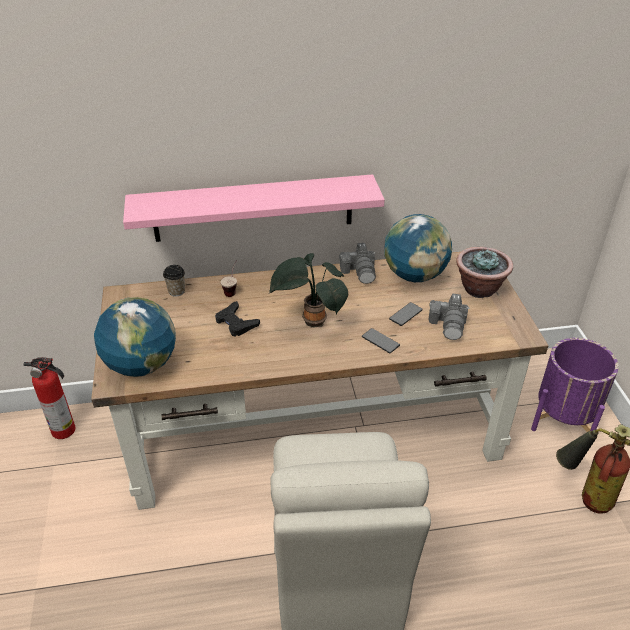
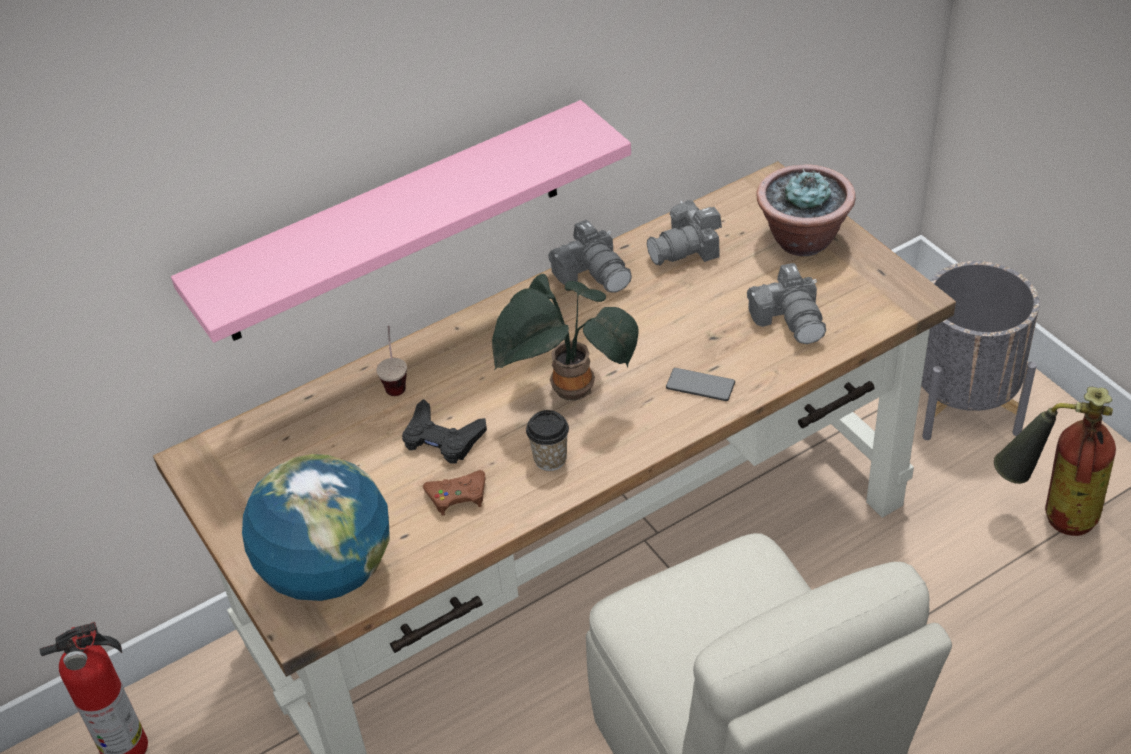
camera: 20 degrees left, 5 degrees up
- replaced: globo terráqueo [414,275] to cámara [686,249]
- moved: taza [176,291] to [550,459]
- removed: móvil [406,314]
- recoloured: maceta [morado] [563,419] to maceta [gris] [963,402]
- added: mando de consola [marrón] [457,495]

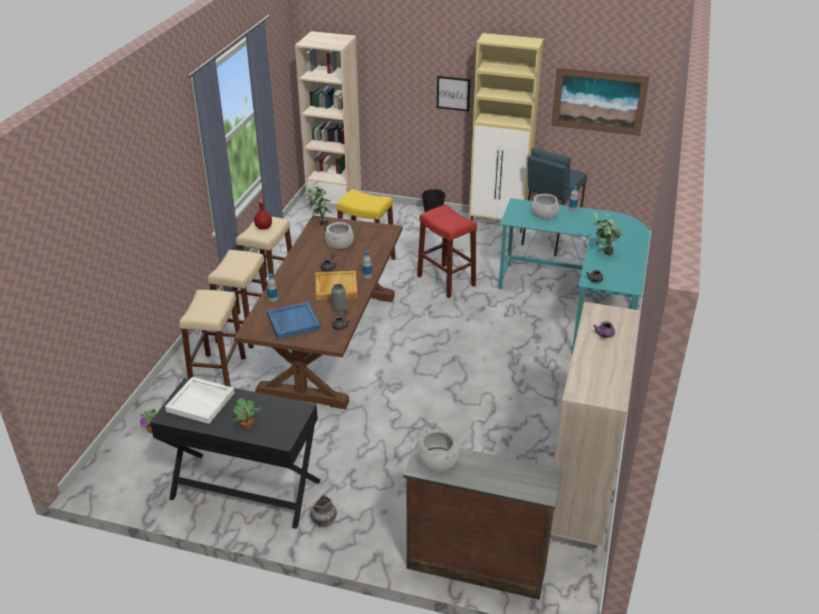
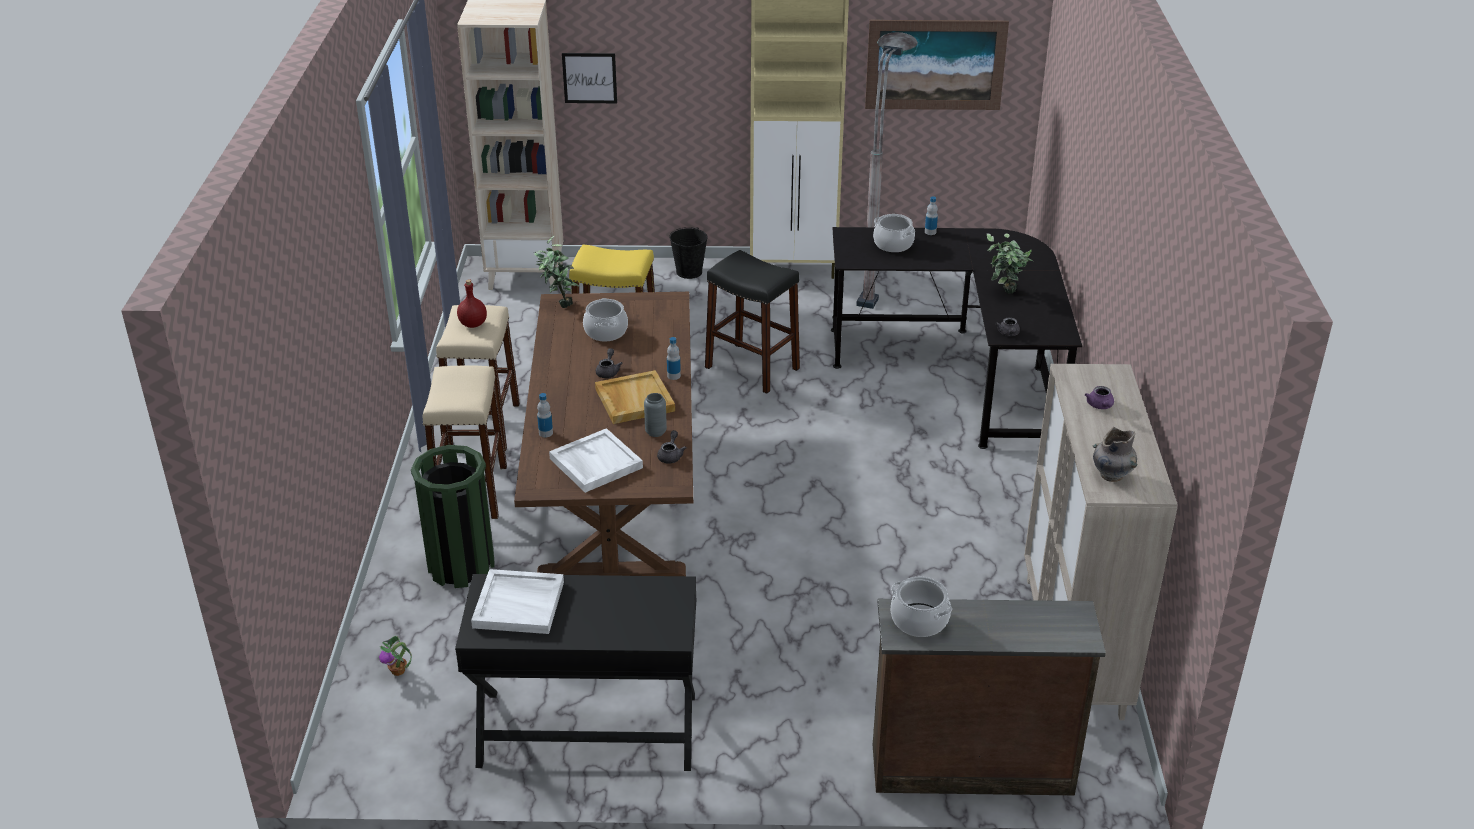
camera: 15 degrees left, 0 degrees up
- moved: cuadro [453,93] to [589,78]
- replaced: taburete [azul] [549,240] to lámpara de pie [gris] [878,283]
- recoloured: escritorio [turquesa] [579,303] to escritorio [negro] [961,372]
- recoloured: taburete [rojo] [446,280] to taburete [negro] [752,368]
- replaced: taburete [beis] [218,373] to papelera [verde] [461,565]
- recoloured: bandeja [azul] [293,322] to bandeja [blanco] [595,463]
- removed: planta en maceta [247,425]
- moved: florero [gris] [323,522] to [1111,475]

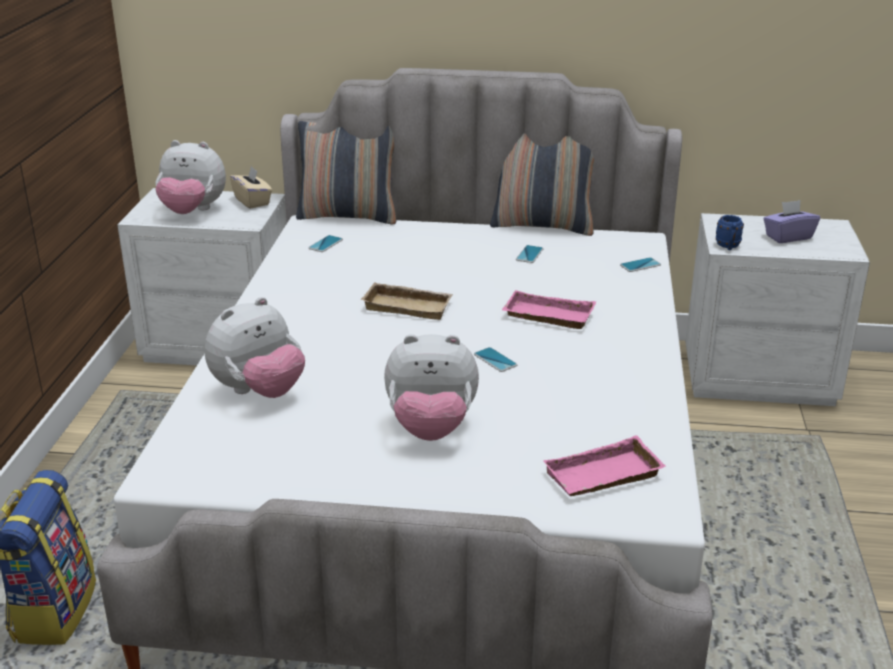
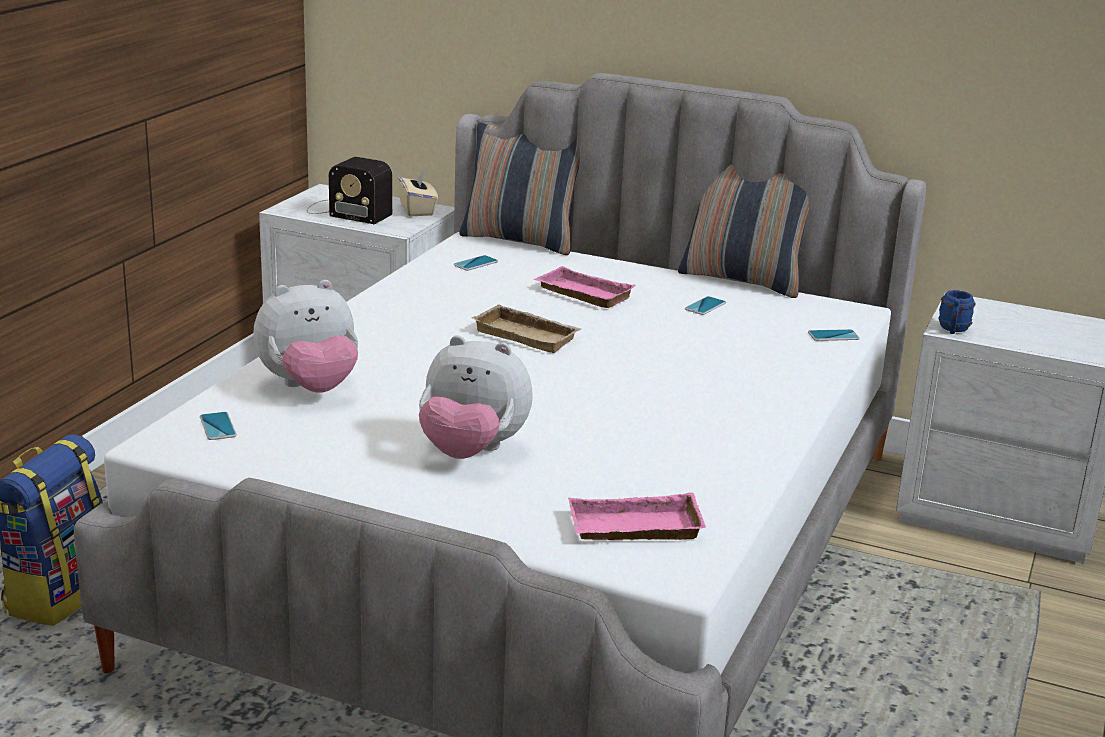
camera: 15 degrees right, 5 degrees down
- replaced: peluche [193,211] to radio [346,211]
- removed: caja de pañuelos [morado] [788,237]
- moved: bandeja [rosa] [546,317] to [581,294]
- moved: móvil [495,360] to [218,427]

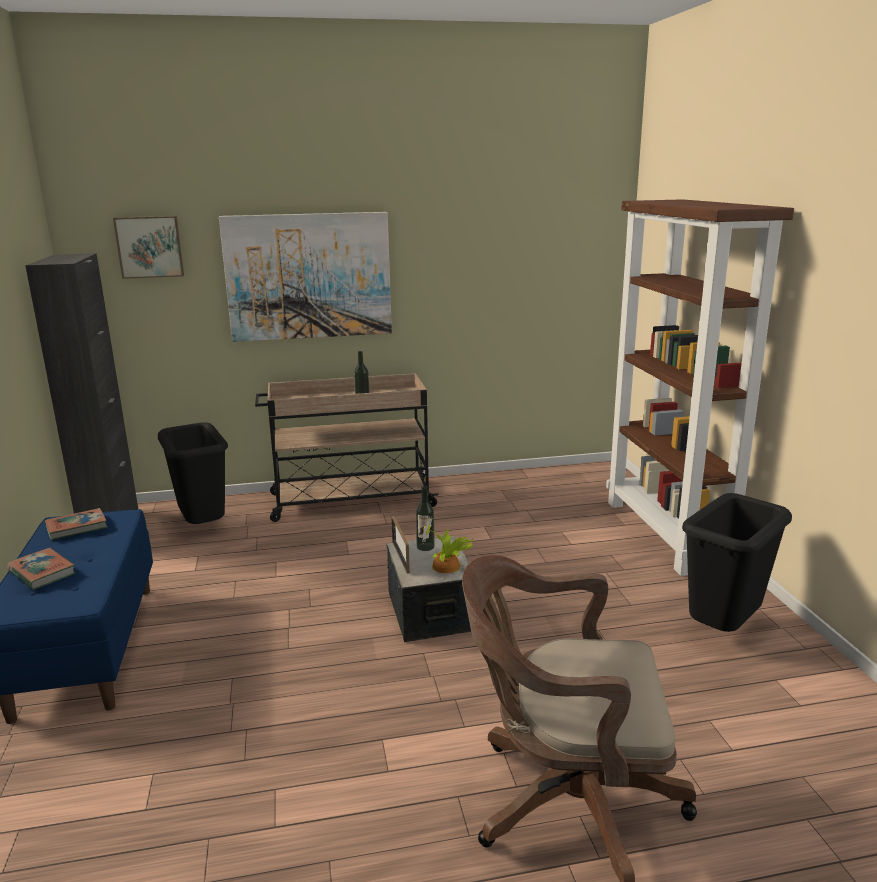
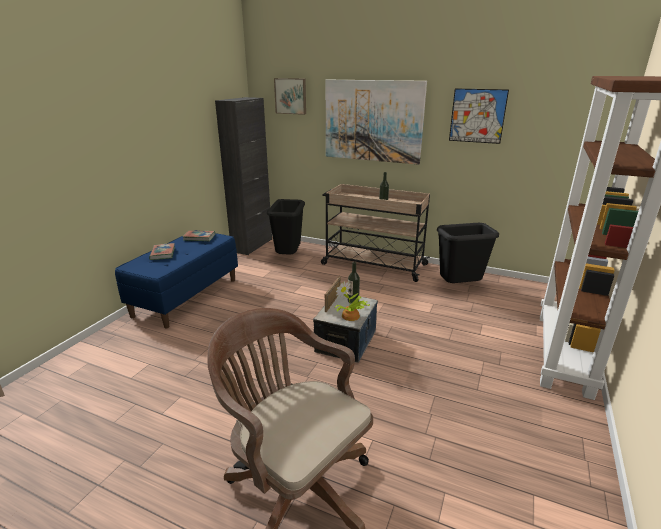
camera: 35 degrees right, 5 degrees up
- moved: papelera [negro] [723,630] to [459,287]
- added: cuadro [477,116]

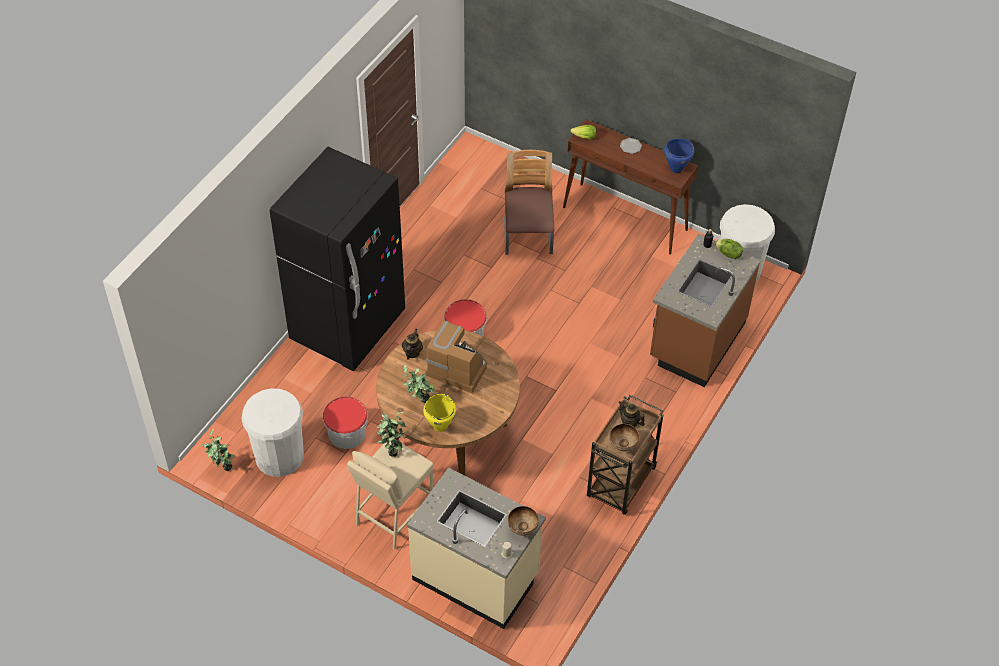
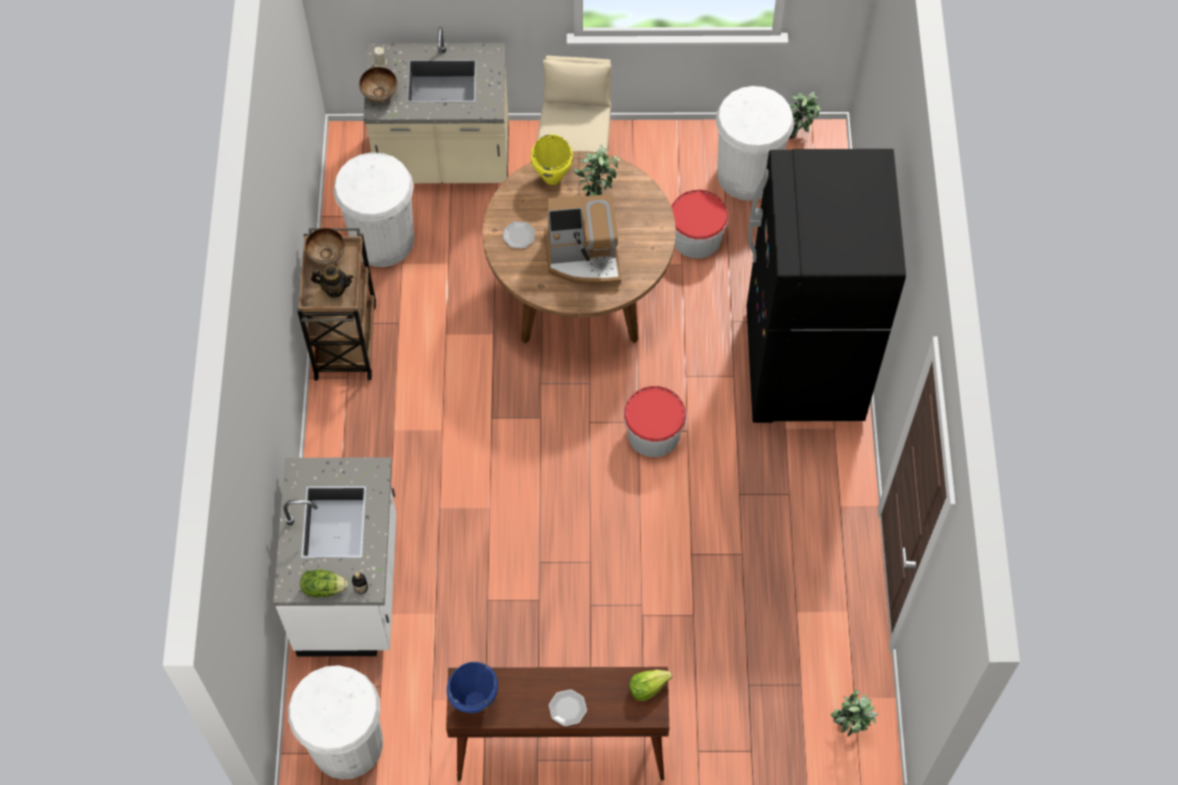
camera: 150 degrees right, 10 degrees up
- removed: silla [528,237]
- recoloured: mueble bajo de cocina [marrón] [696,341] to mueble bajo de cocina [blanco] [351,587]
- removed: tetera [412,352]
- moved: planta en maceta [392,449] to [849,727]
- added: papelera [blanco] [382,240]
- added: plato [519,236]

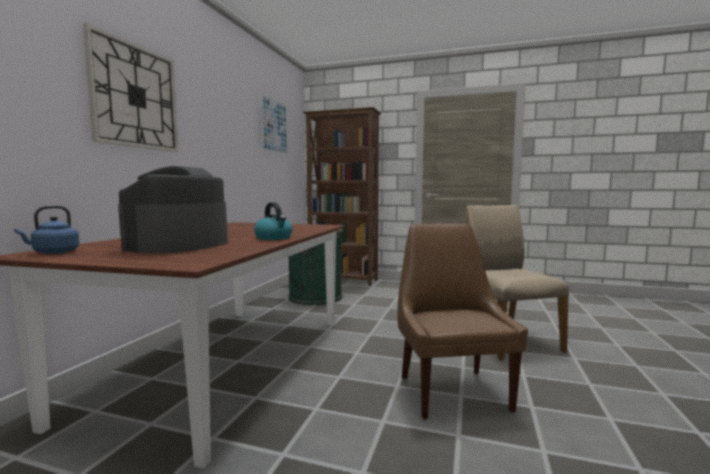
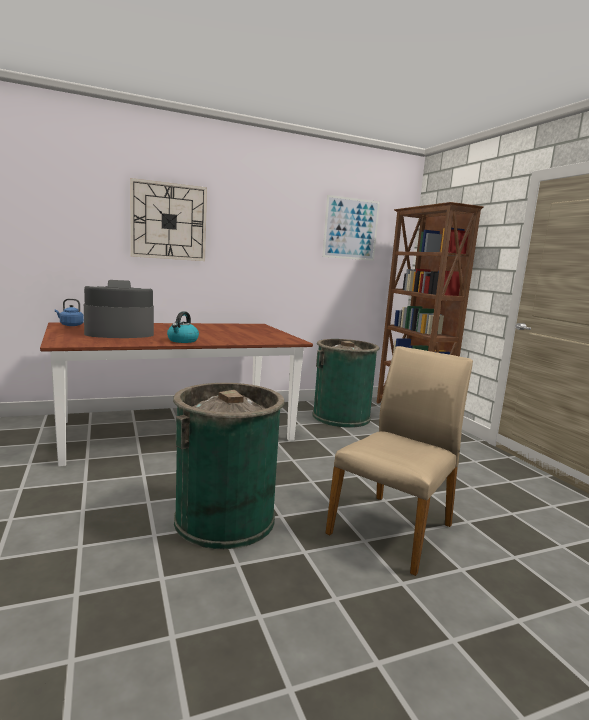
camera: 50 degrees right, 5 degrees up
- replaced: silla [marrón] [451,390] to papelera [verde] [225,519]

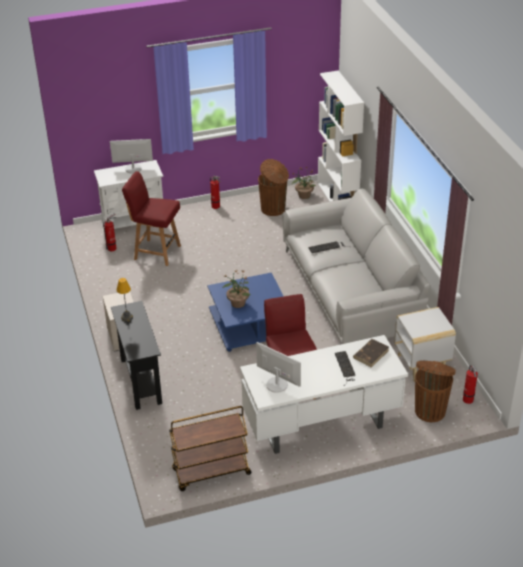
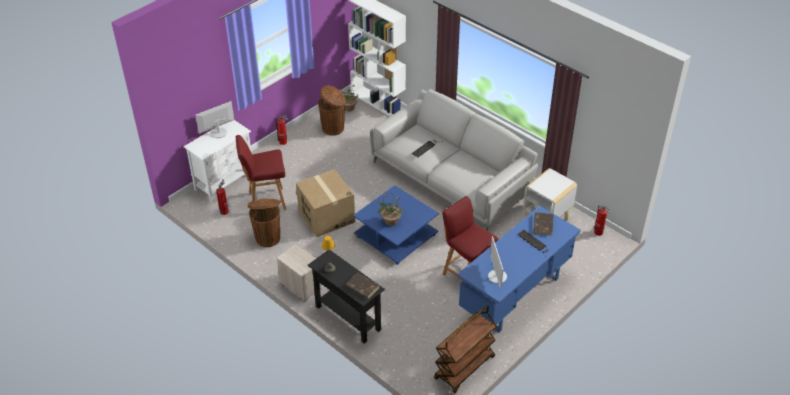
camera: 30 degrees left, 5 degrees up
- recoloured: escritorio [blanco] [321,426] to escritorio [azul] [515,296]
- turned: monitor [277,384] = [497,276] 105 degrees counterclockwise
- moved: papelera [marrón] [430,410] to [268,237]
- added: caja de cartón [326,216]
- added: libro [marrón] [362,287]

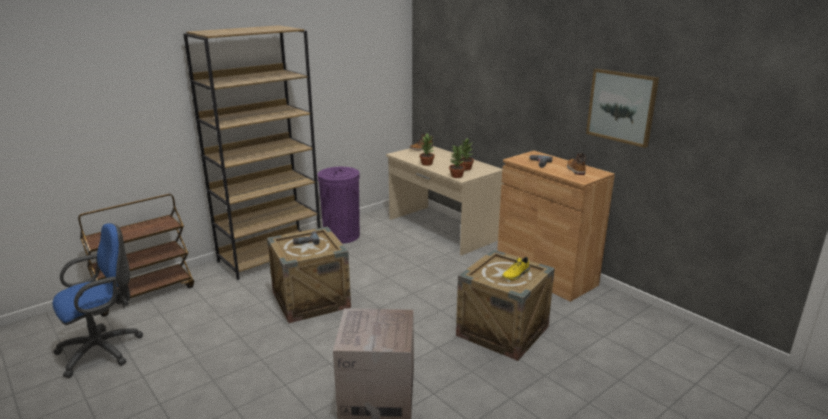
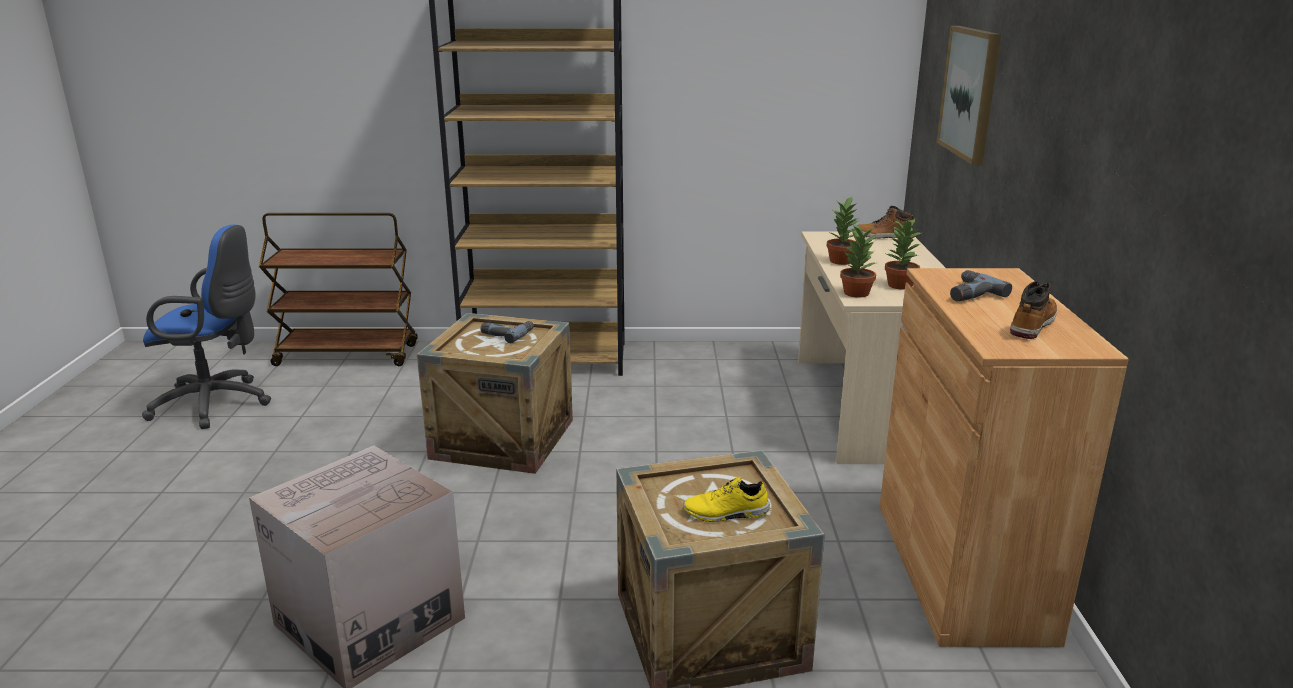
camera: 40 degrees right, 0 degrees up
- moved: cuadro [621,106] to [970,93]
- removed: papelera [morado] [342,235]

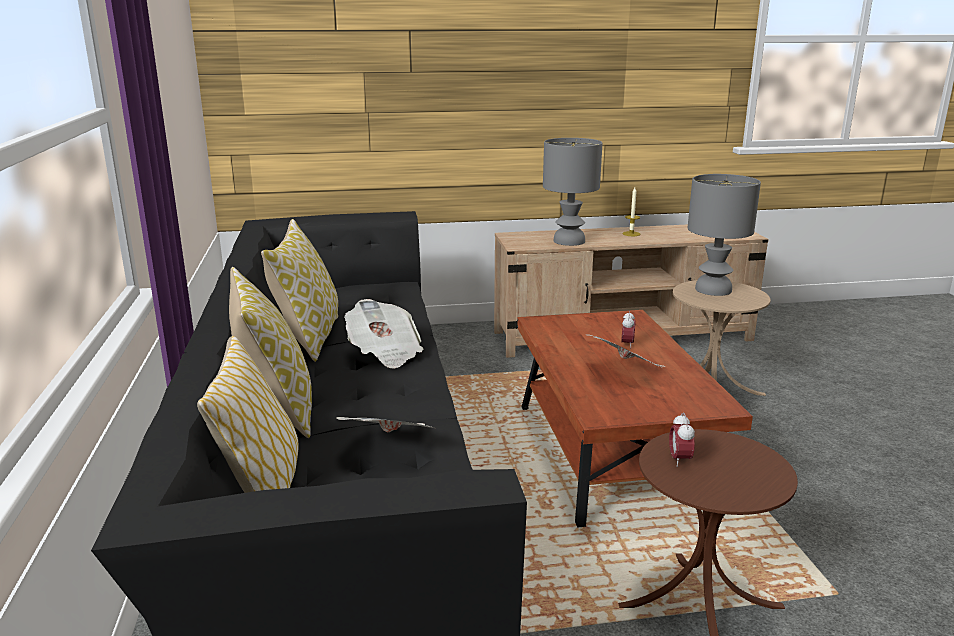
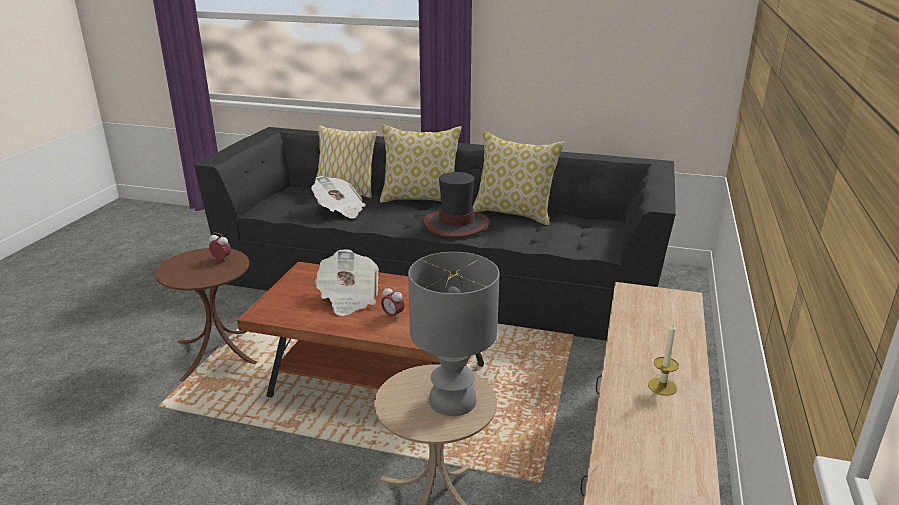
camera: 115 degrees right, 5 degrees up
- removed: lámpara de mesa [gris] [568,241]
- replaced: periódico [385,353] to sombrero [456,224]

